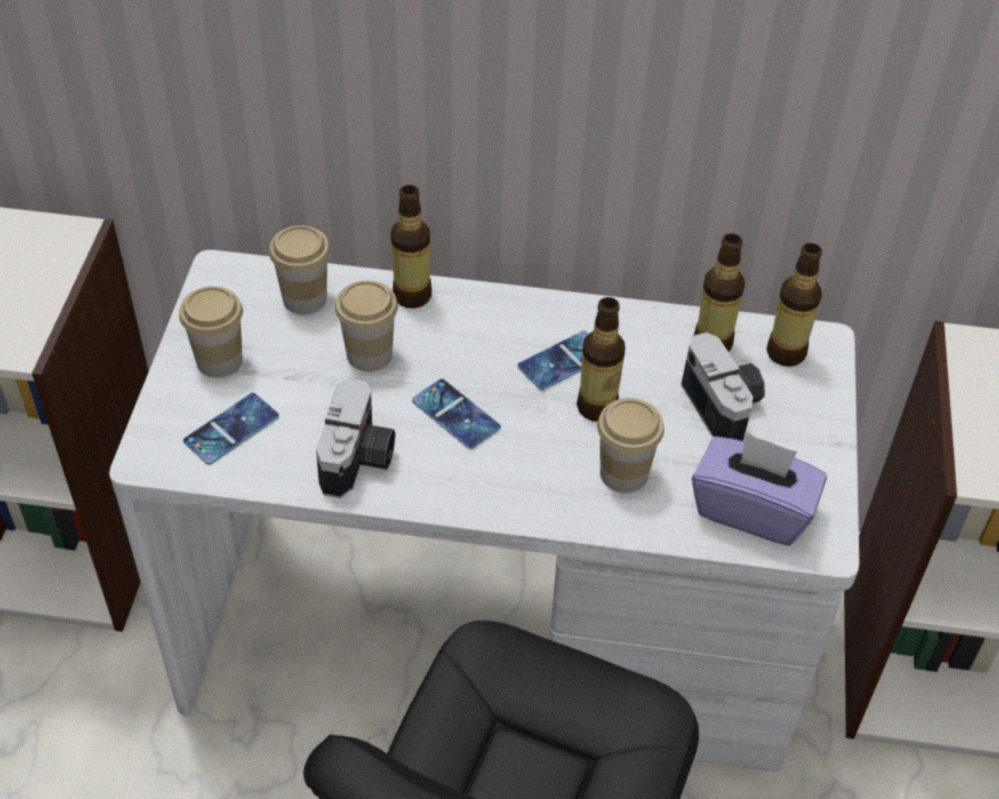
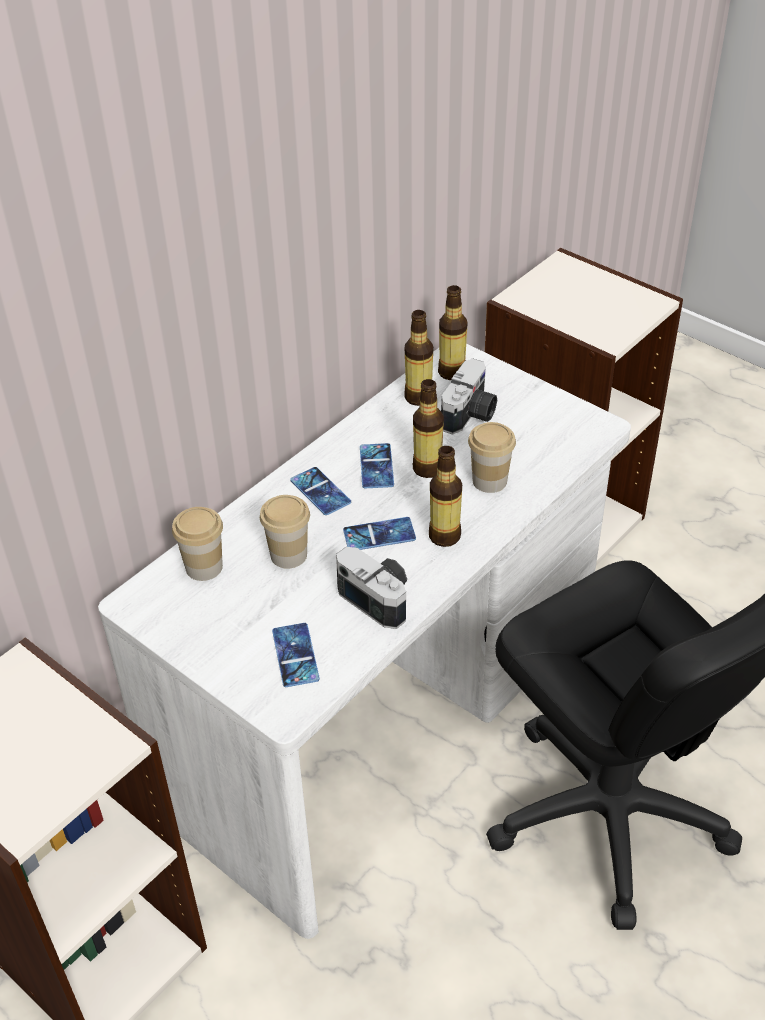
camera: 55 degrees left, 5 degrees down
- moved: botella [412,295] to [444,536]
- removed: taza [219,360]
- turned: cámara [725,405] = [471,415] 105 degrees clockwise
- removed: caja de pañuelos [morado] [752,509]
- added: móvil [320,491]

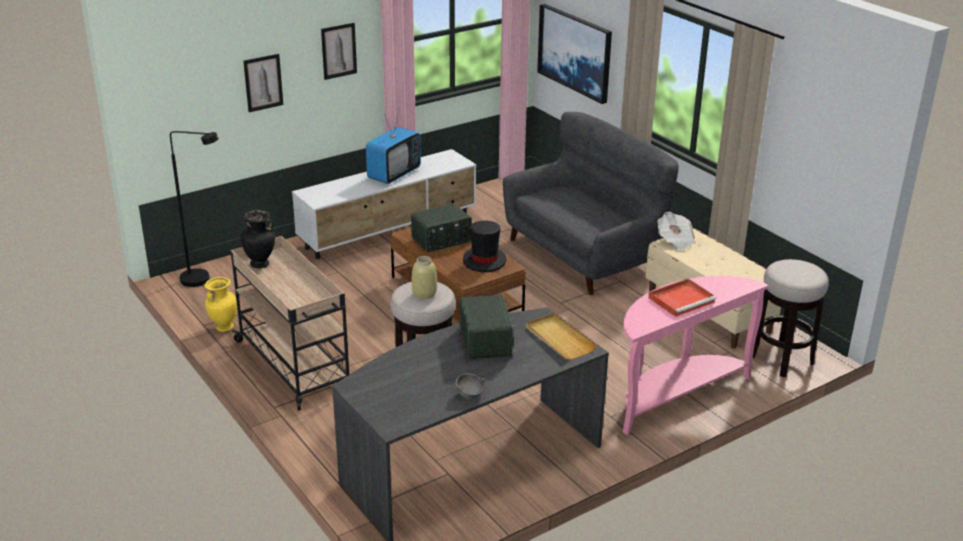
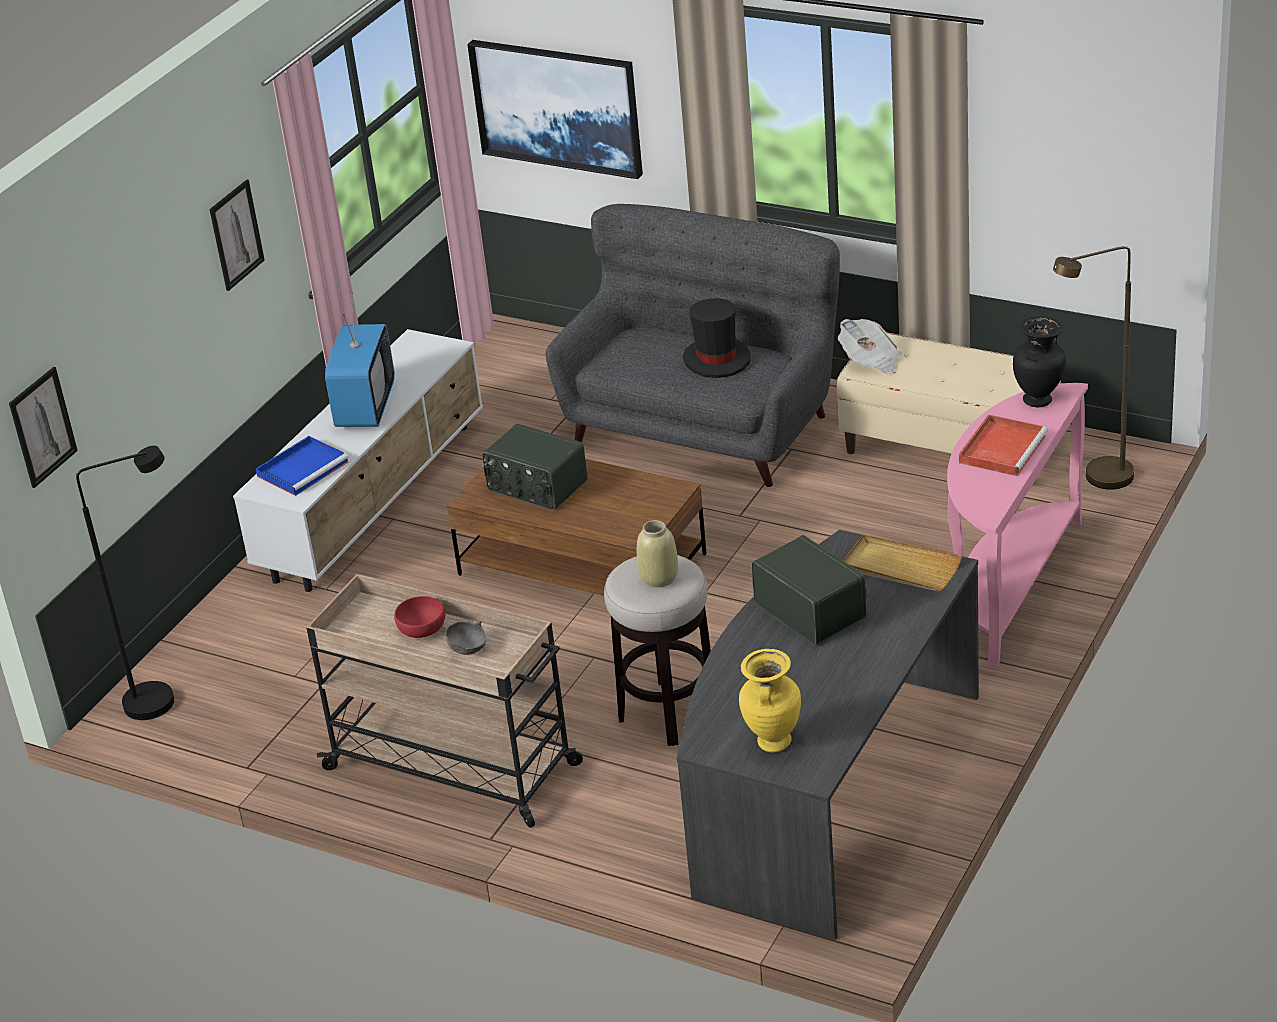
camera: 25 degrees left, 5 degrees up
- moved: cuadro [263,82] to [42,427]
- turned: radio [442,240] = [536,487] 90 degrees clockwise
- moved: florero [negro] [260,264] to [1039,401]
- moved: sombrero [negro] [484,261] to [717,359]
- replaced: taburete [782,360] to lámpara de pie [marrón] [1098,480]
- moved: florero [amarillo] [224,327] to [772,742]
- moved: cuenco [gris] [470,394] to [468,649]
- added: bandeja [azul] [304,468]
- added: cuenco [rojo] [421,629]

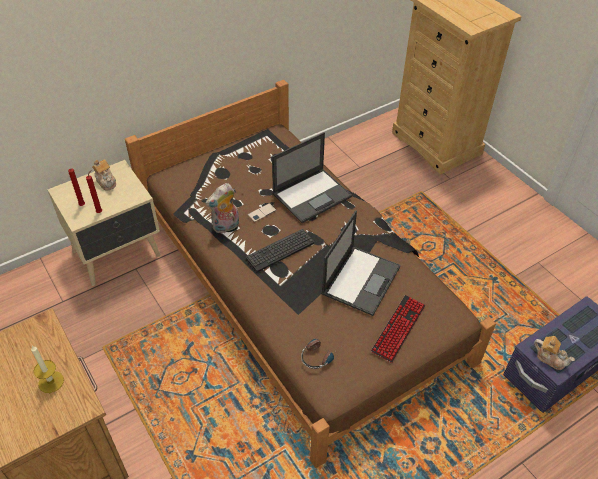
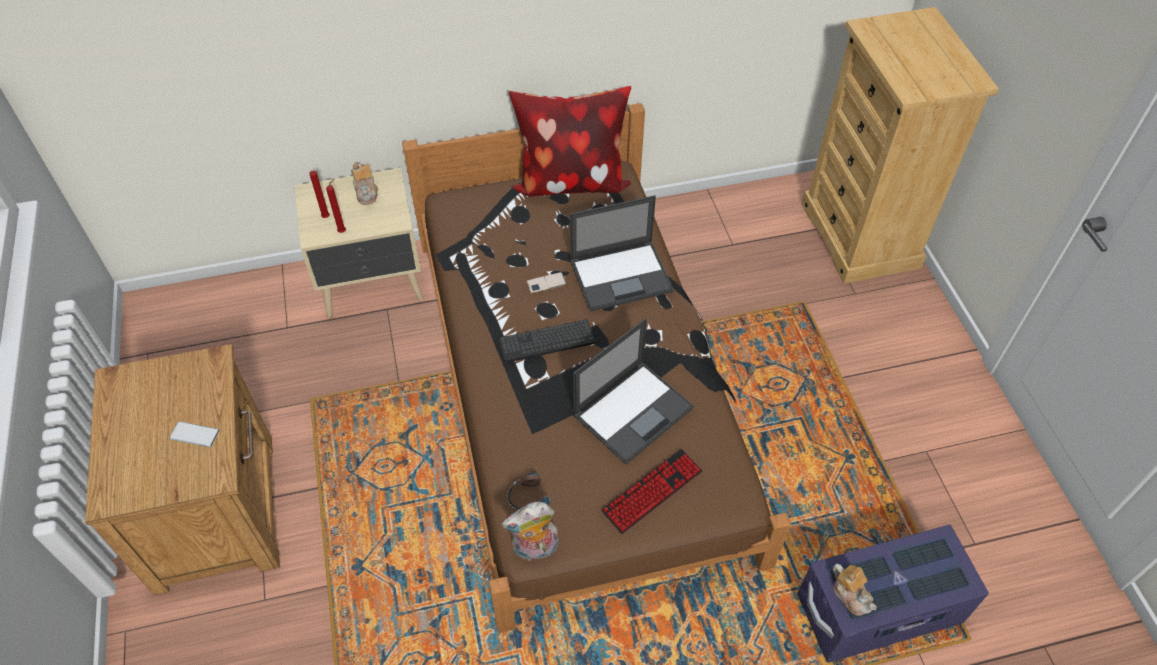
camera: 20 degrees right, 5 degrees up
- moved: peluche [226,227] to [535,549]
- replaced: vela [51,382] to móvil [194,434]
- added: cojín [570,181]

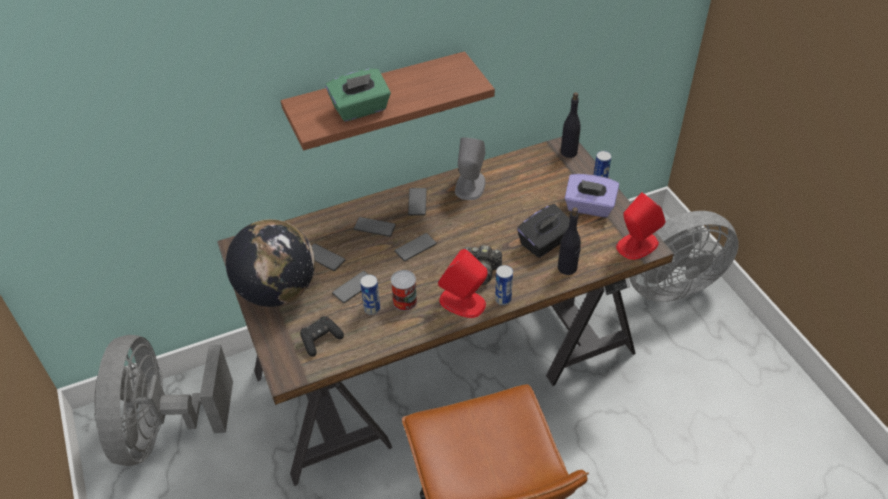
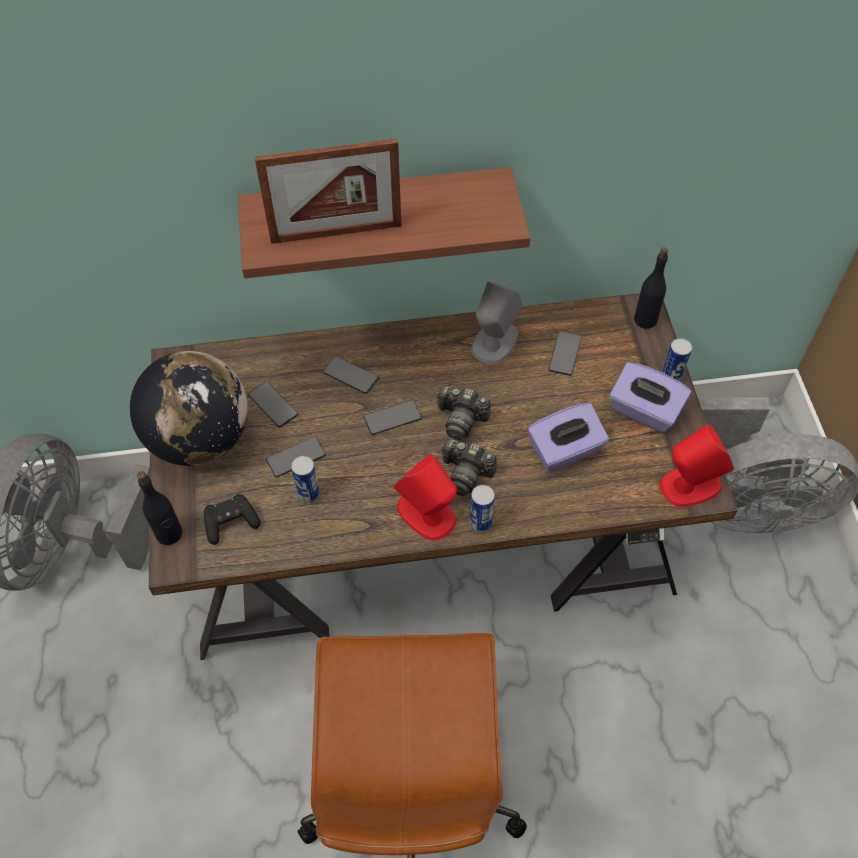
camera: 15 degrees right, 10 degrees up
- replaced: caja de pañuelos [verde] [360,109] to portarretratos [336,233]
- moved: móvil [417,202] to [565,354]
- recoloured: caja de pañuelos [negro] [544,242] to caja de pañuelos [morado] [565,451]
- moved: botella [negro] [567,268] to [169,534]
- removed: lata [405,301]
- added: cámara [461,419]

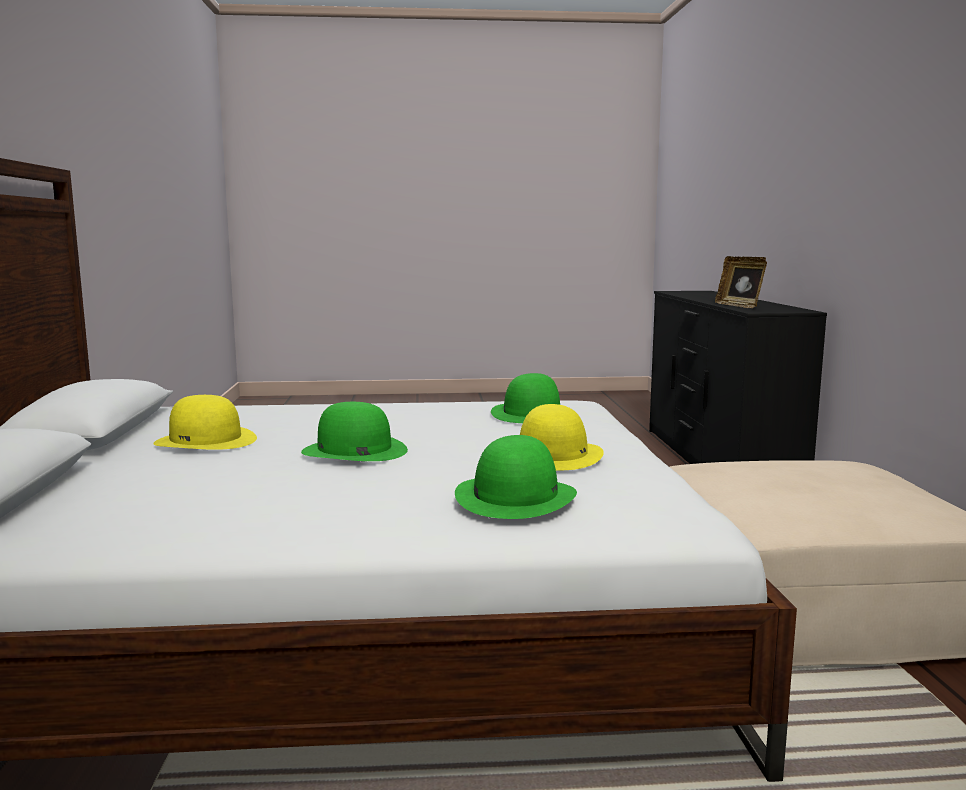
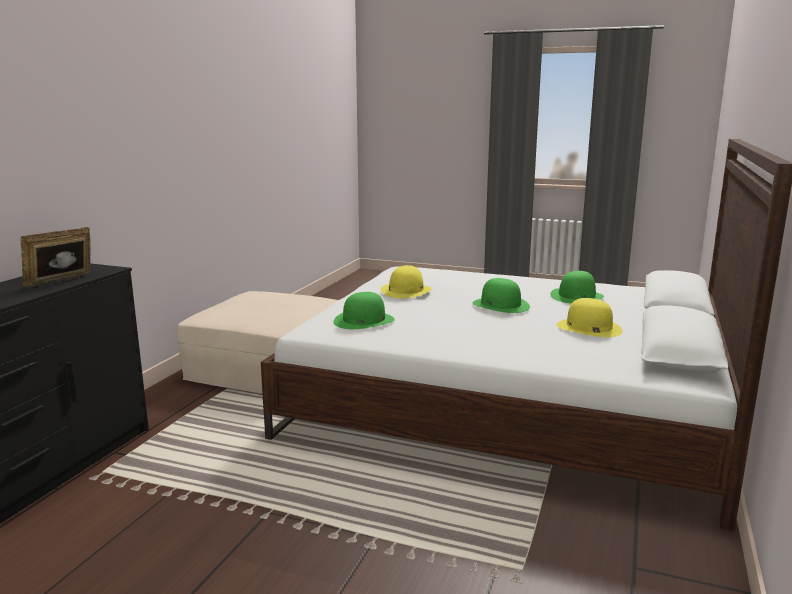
camera: 155 degrees left, 5 degrees up
- turned: portarretratos [739,306] = [61,281] 150 degrees counterclockwise
- moved: sombrero [verde] [515,496] to [576,296]

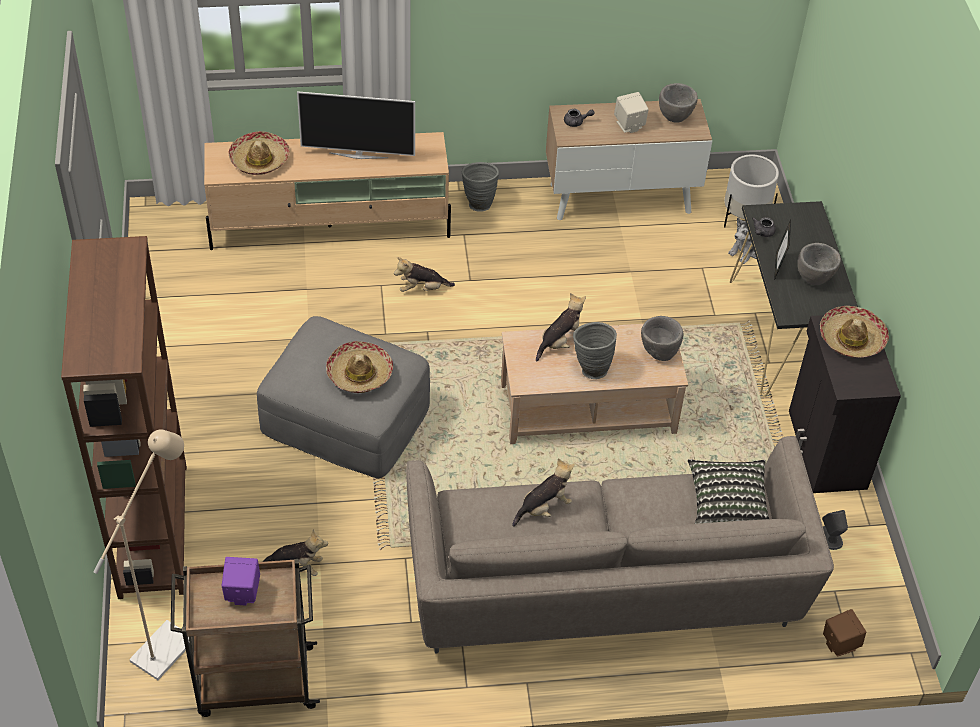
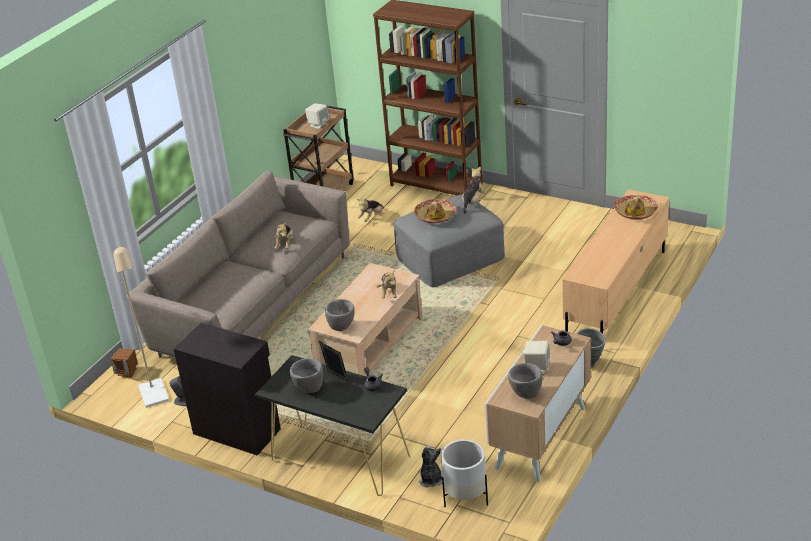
camera: 130 degrees right, 15 degrees down
- removed: televisor [358,155]
- moved: peluche [422,289] to [473,202]
- removed: sombrero [851,338]
- removed: florero [gris] [590,367]
- moved: lámpara de pie [beis] [170,642] to [155,398]
- removed: cojín [727,503]
- recoloured: altavoz [morado] [242,593] to altavoz [beis] [318,124]

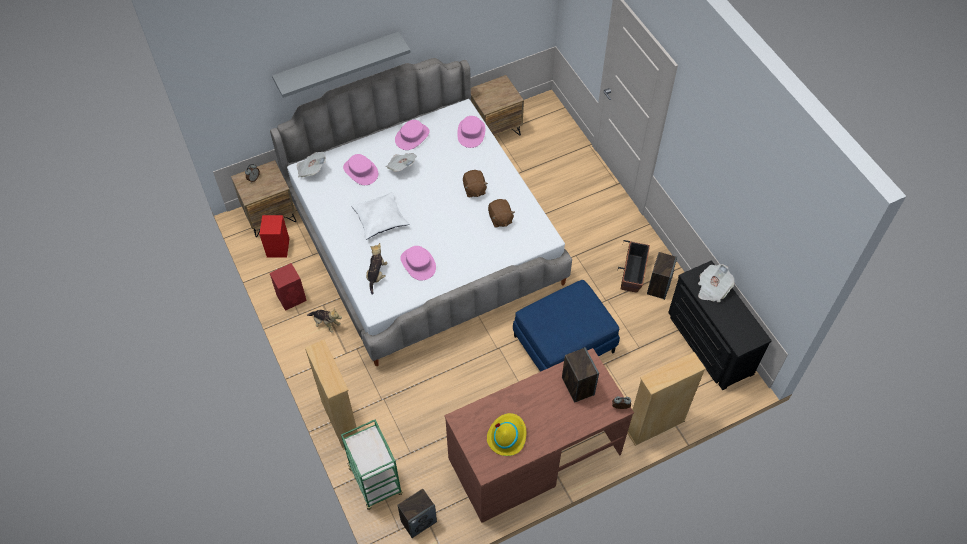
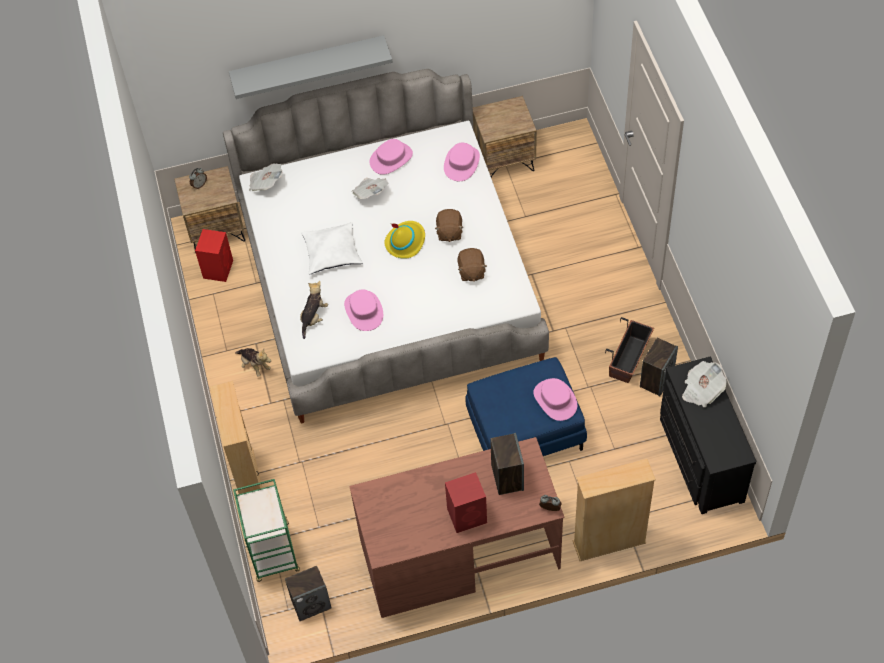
camera: 15 degrees right, 0 degrees up
- moved: sombrero [rosa] [361,171] to [555,400]
- moved: altavoz [rojo] [292,297] to [468,515]
- moved: sombrero [amarillo] [507,436] to [405,242]

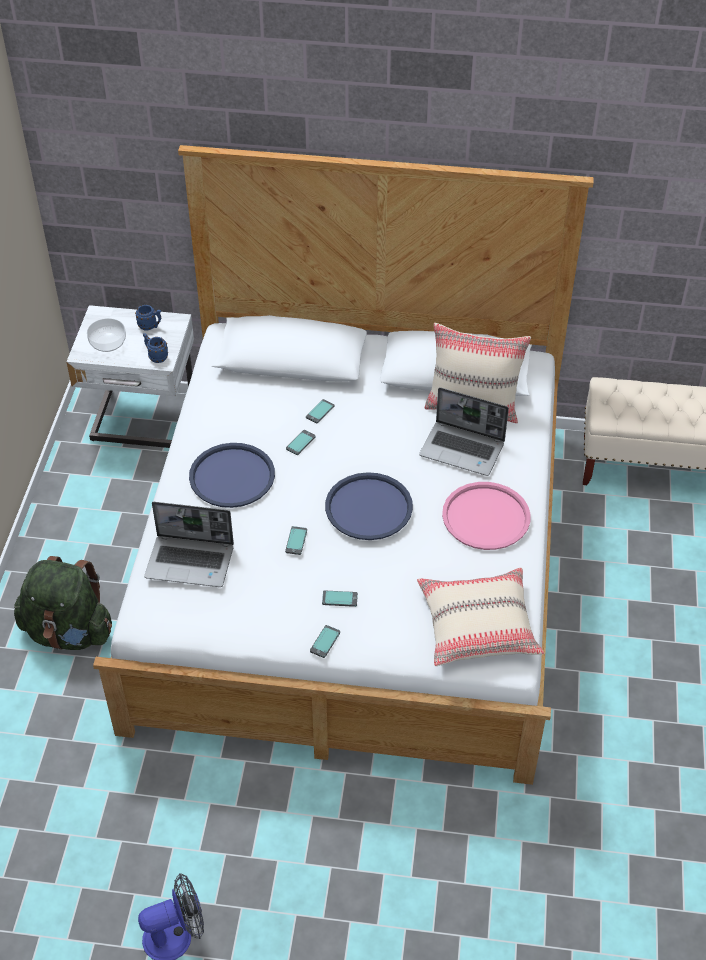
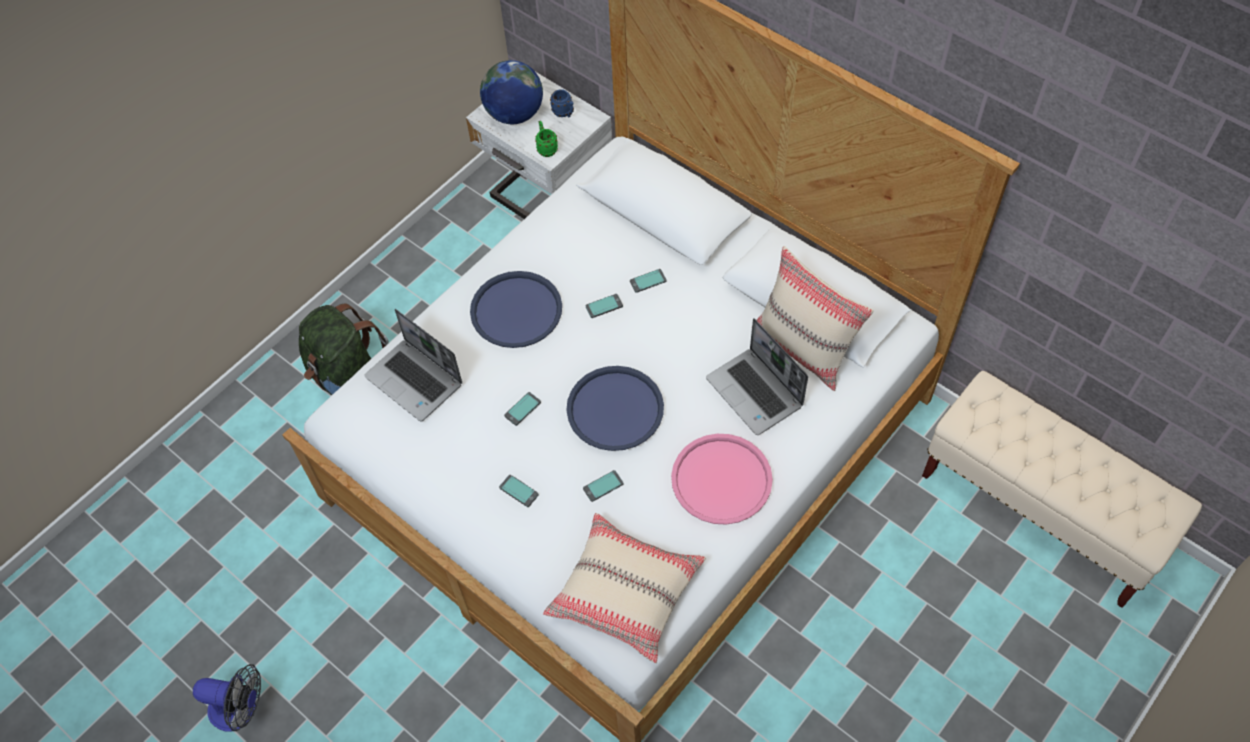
camera: 35 degrees right, 10 degrees up
- replaced: cuenco [108,343] to globo terráqueo [514,114]
- recoloured: taza grande [azul] [156,356] to taza grande [verde] [546,148]
- moved: móvil [325,642] to [603,486]

